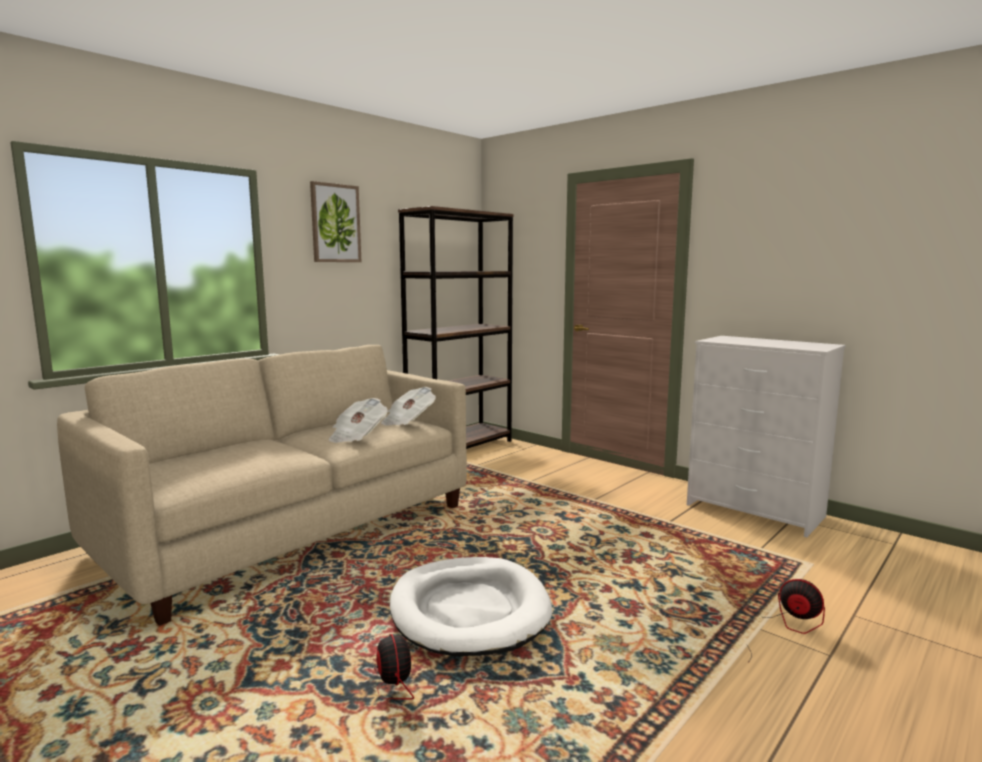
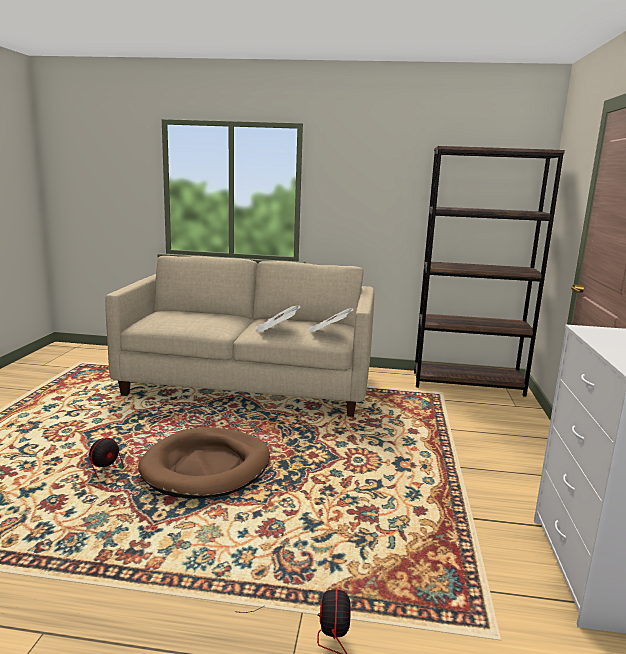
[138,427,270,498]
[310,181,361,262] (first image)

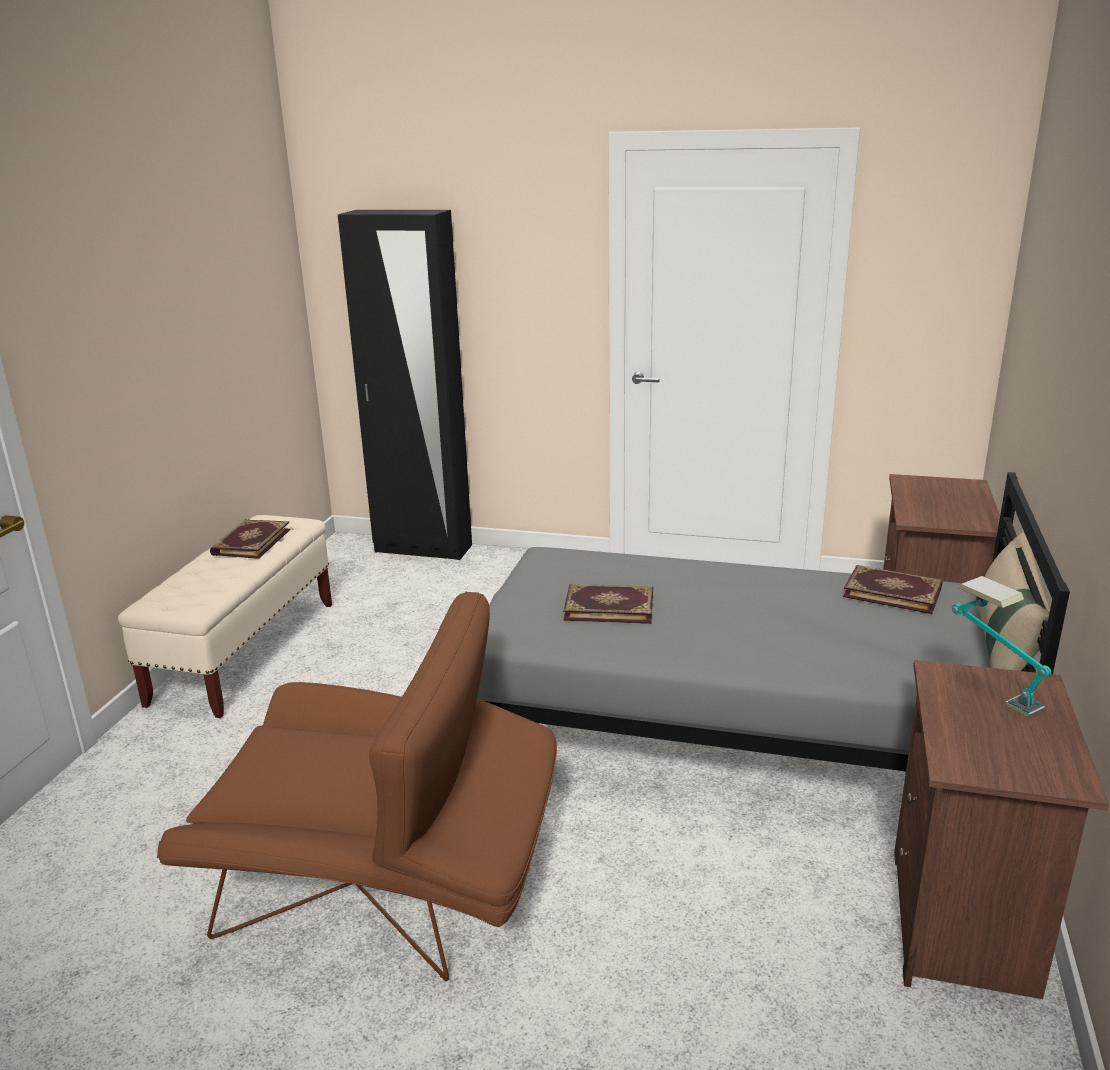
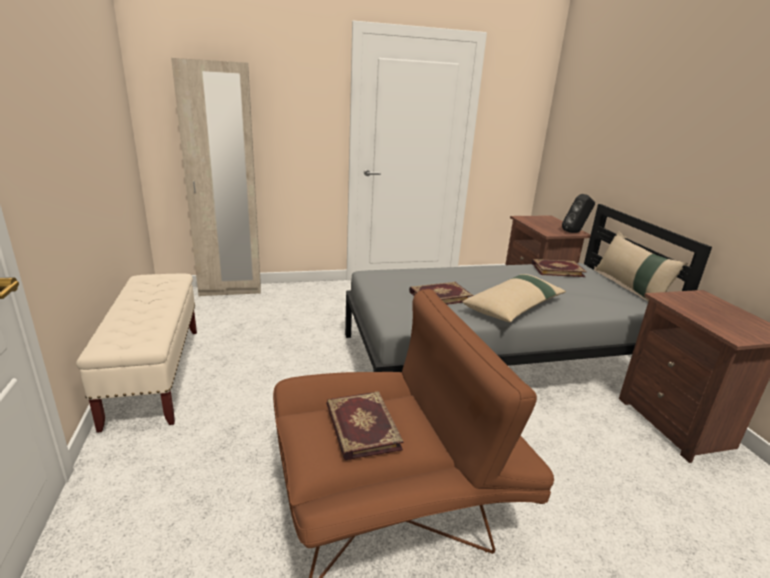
[171,58,261,296]
[326,391,404,460]
[462,274,566,322]
[562,194,595,233]
[952,576,1051,717] (first image)

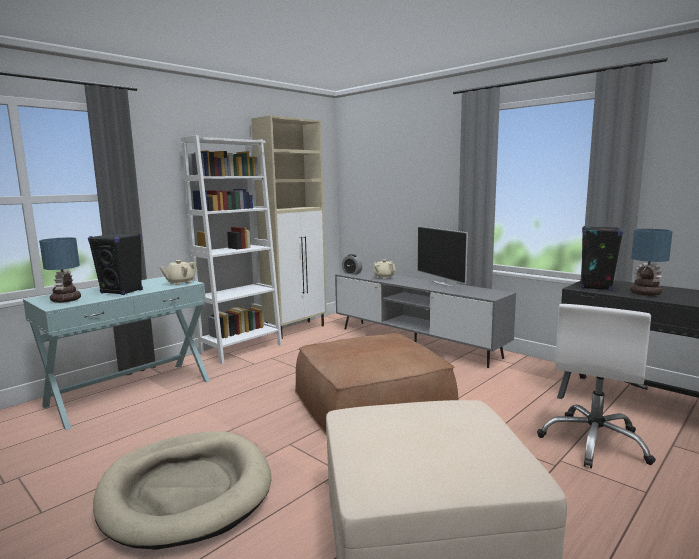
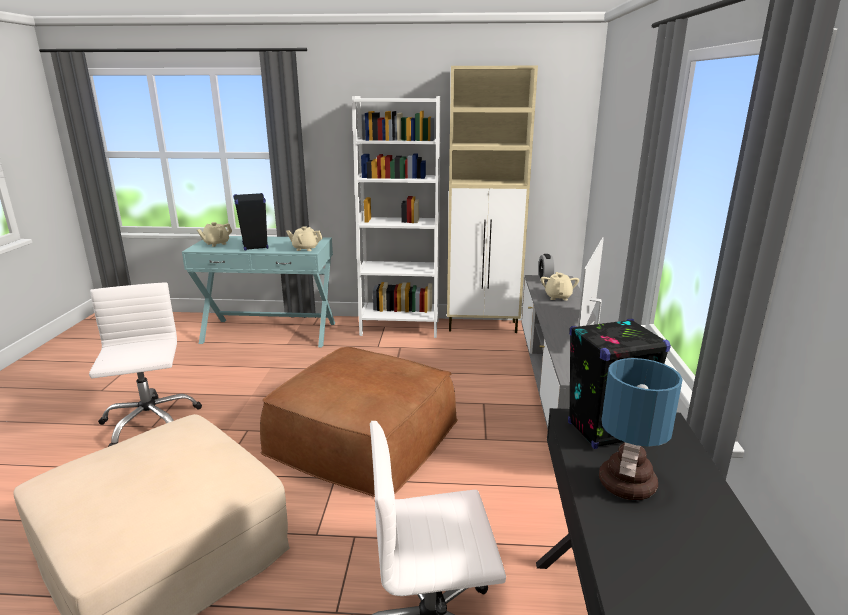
[89,282,202,447]
[197,222,232,247]

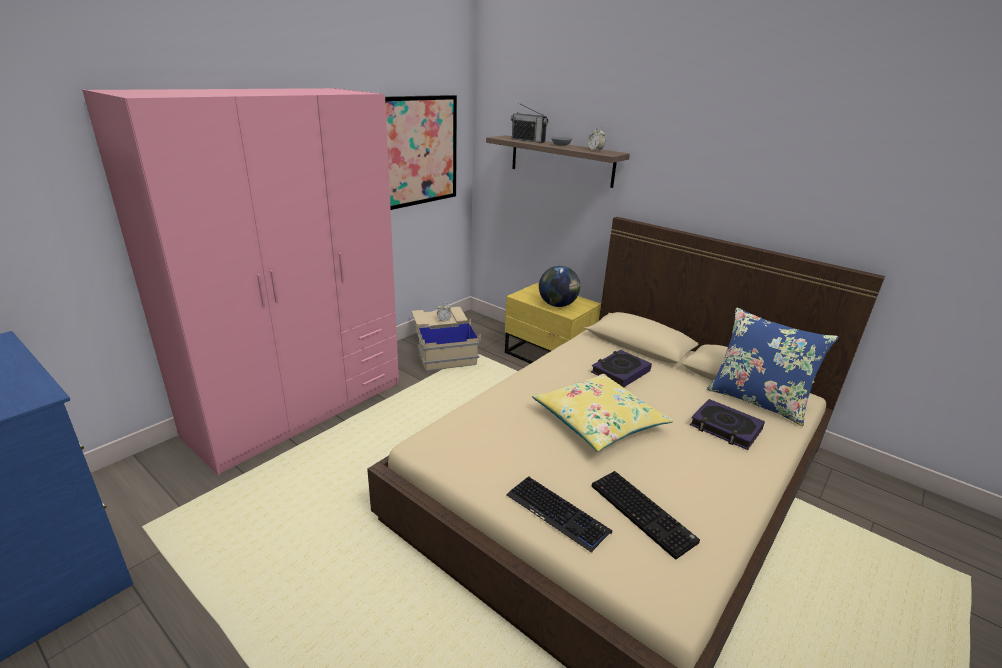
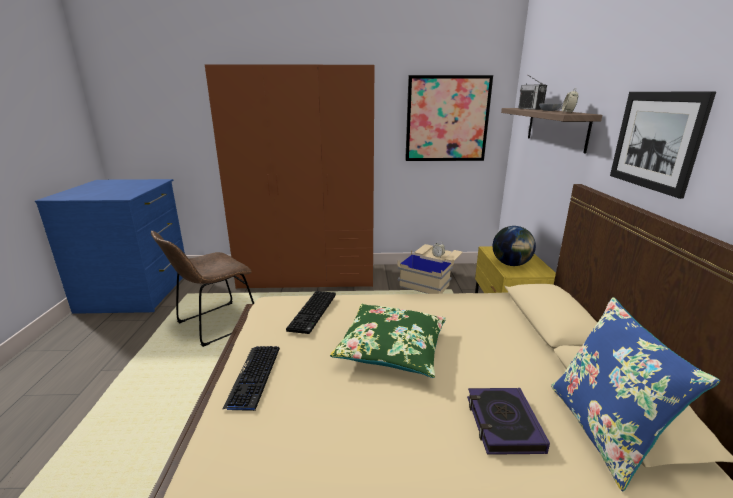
[151,231,254,347]
[205,64,374,289]
[286,291,336,334]
[330,304,446,378]
[610,92,716,199]
[591,350,652,387] (first image)

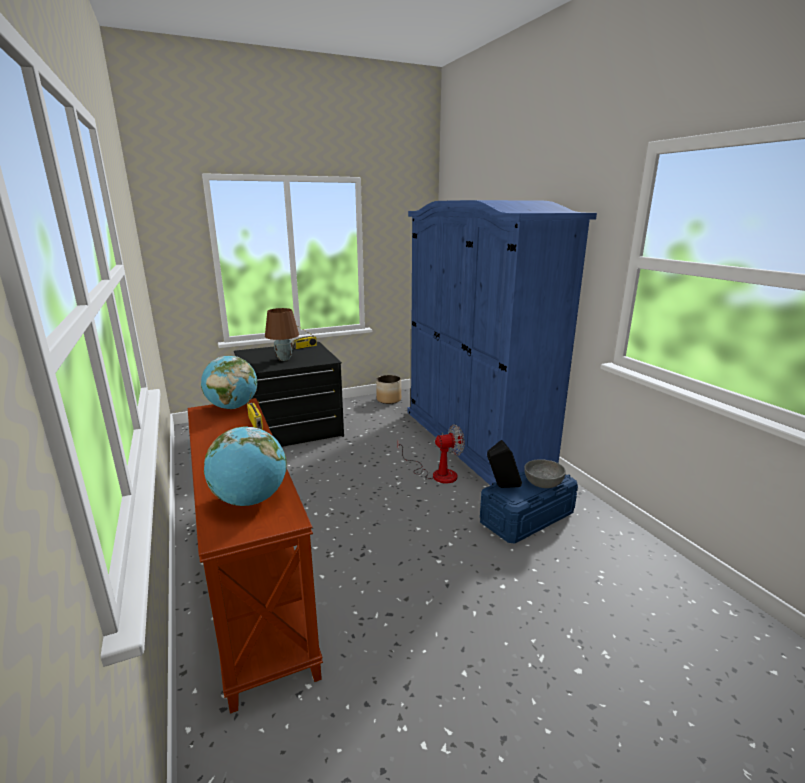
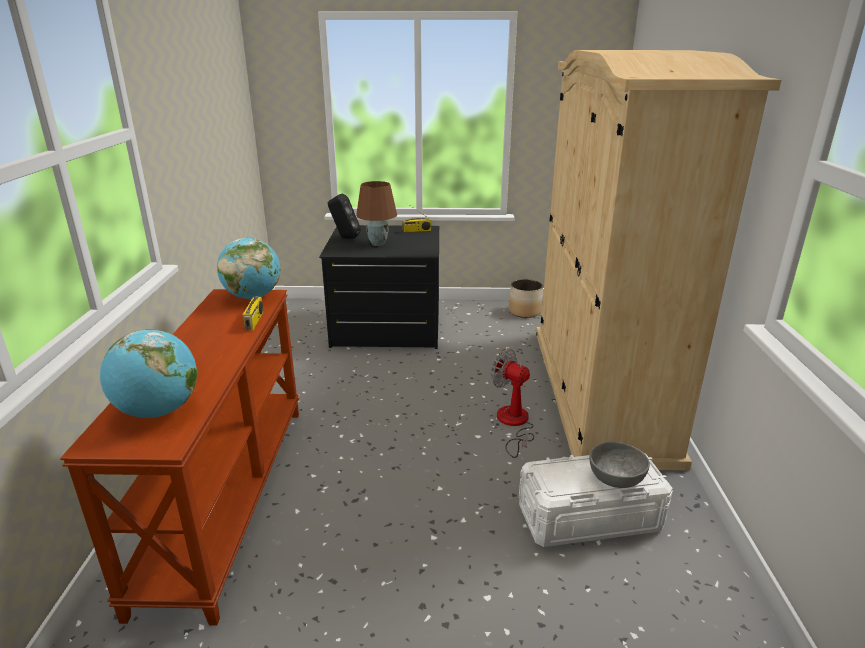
[328,193,361,238]
[491,349,534,458]
[519,453,673,547]
[536,50,782,471]

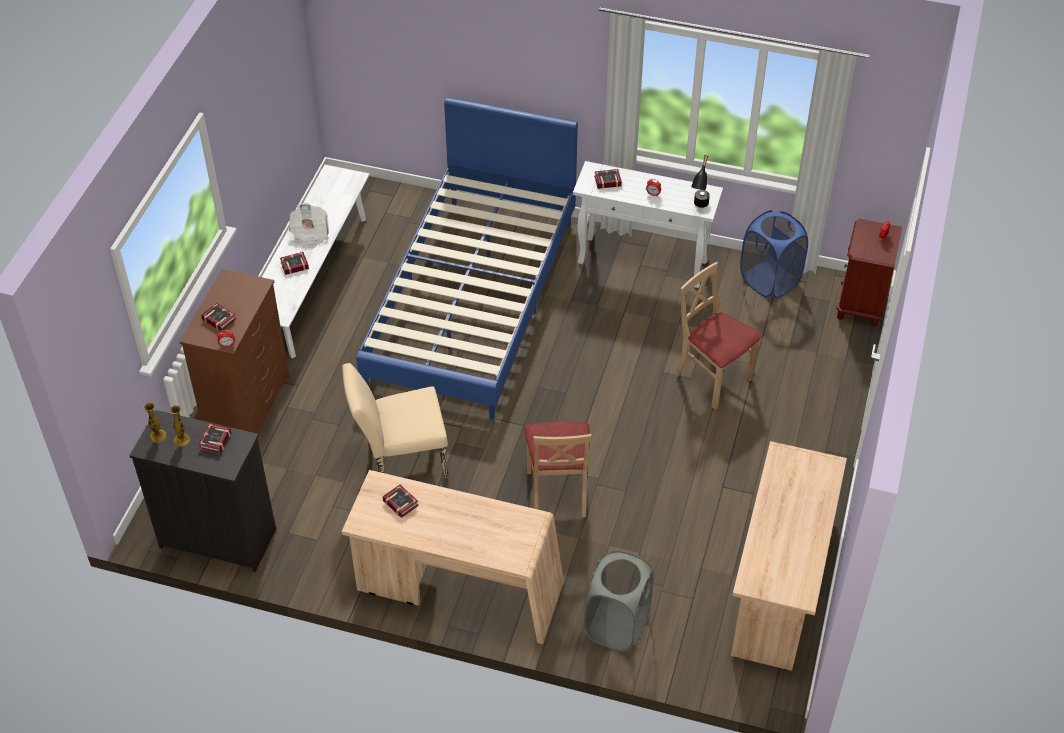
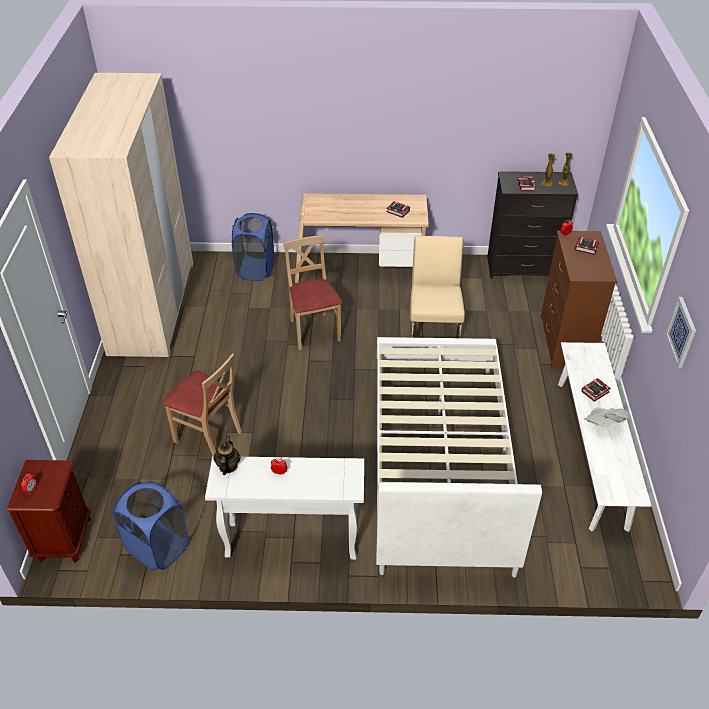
[49,73,193,357]
[213,436,241,475]
[232,213,274,281]
[376,337,542,578]
[410,236,465,338]
[666,297,696,368]
[594,169,622,189] (first image)

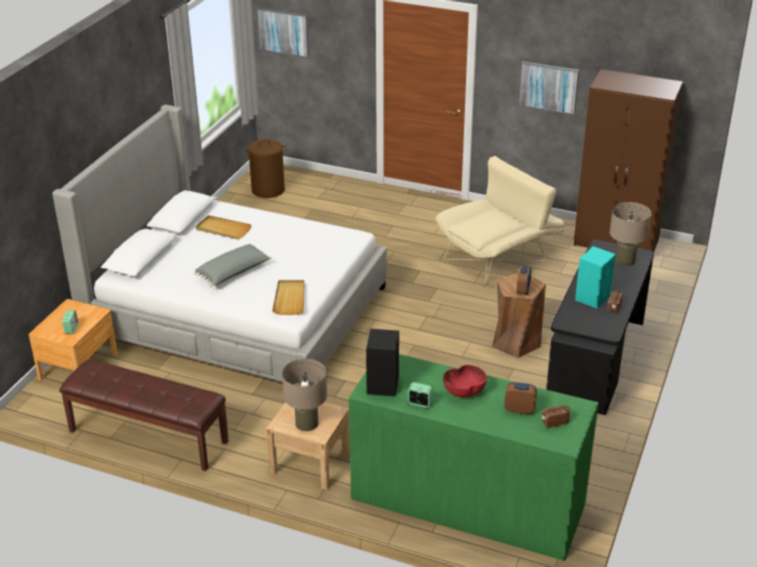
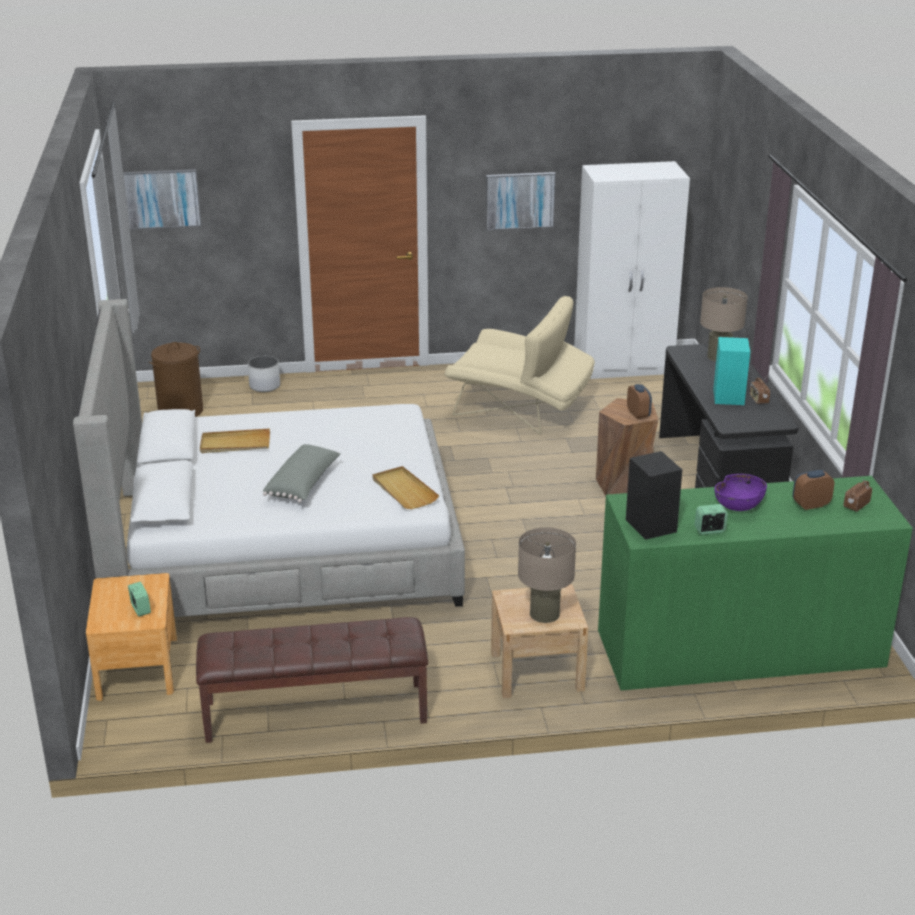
[248,356,280,392]
[445,296,595,435]
[574,161,690,379]
[715,474,767,511]

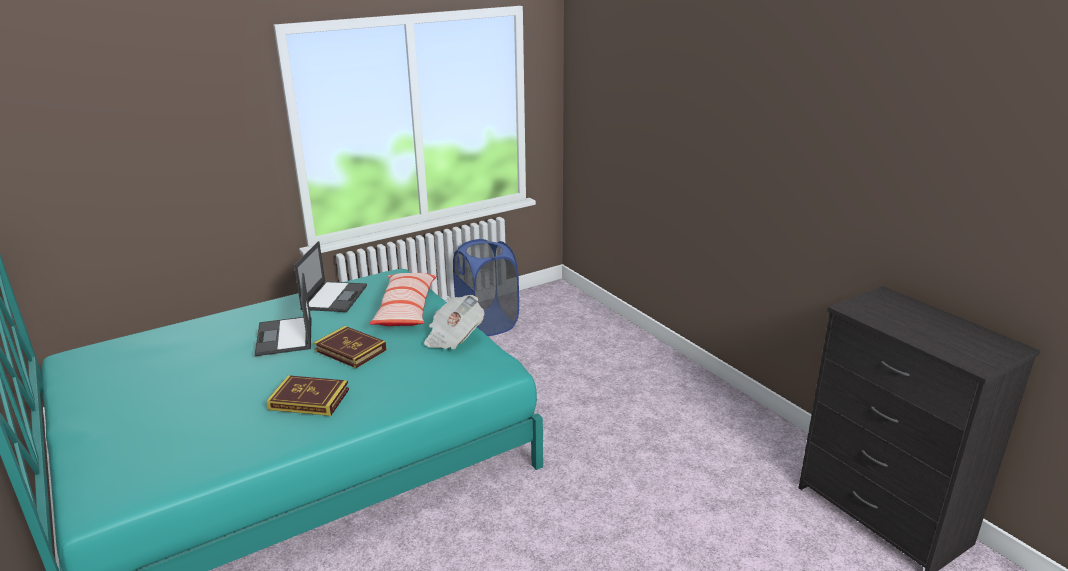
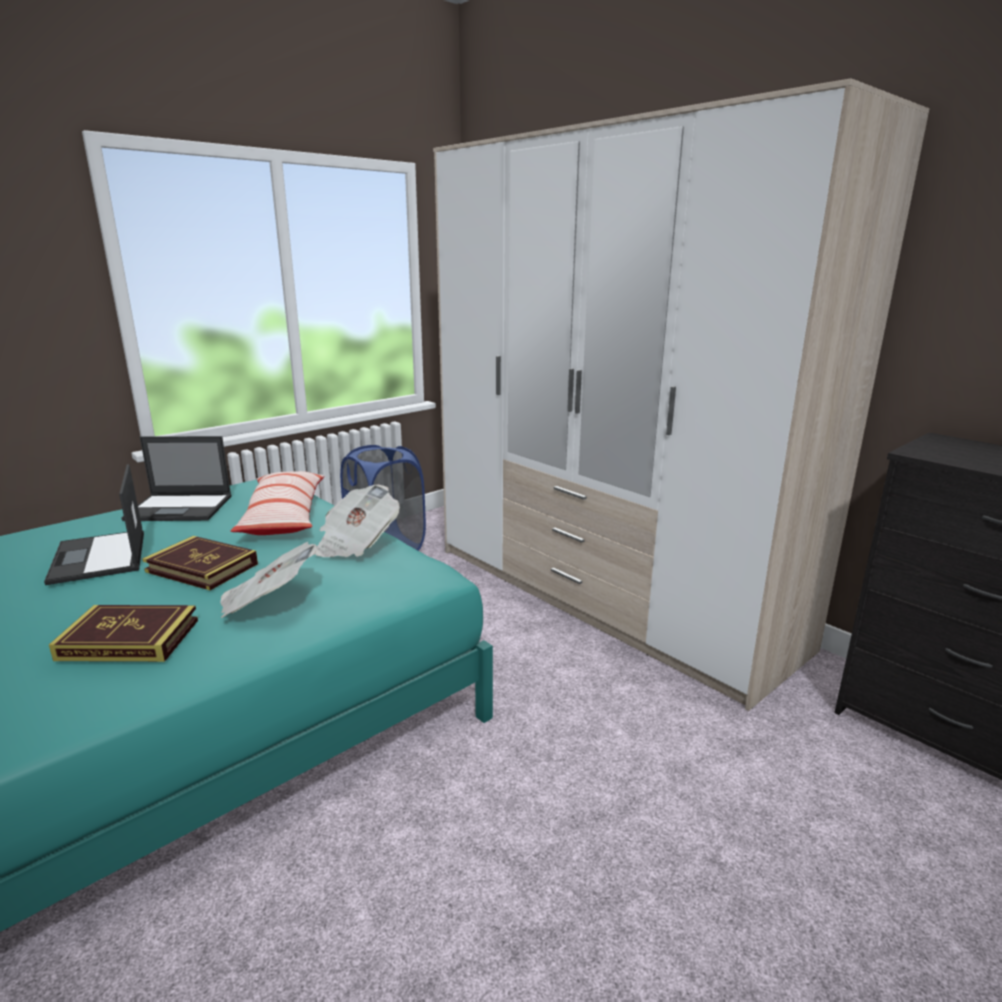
[121,436,232,521]
[221,542,317,618]
[433,78,929,711]

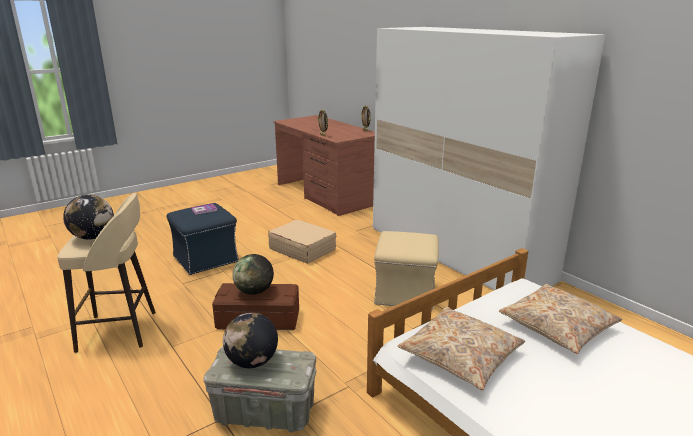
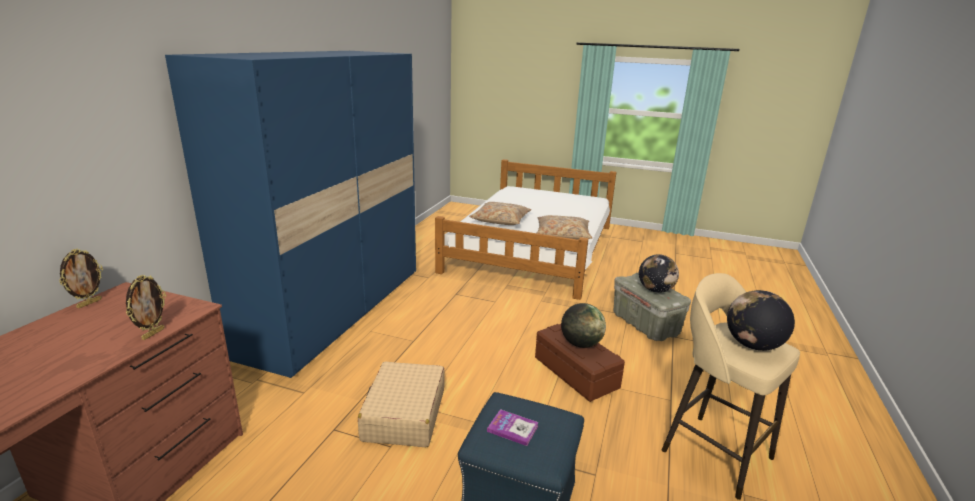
[165,51,416,378]
[374,231,439,310] (first image)

